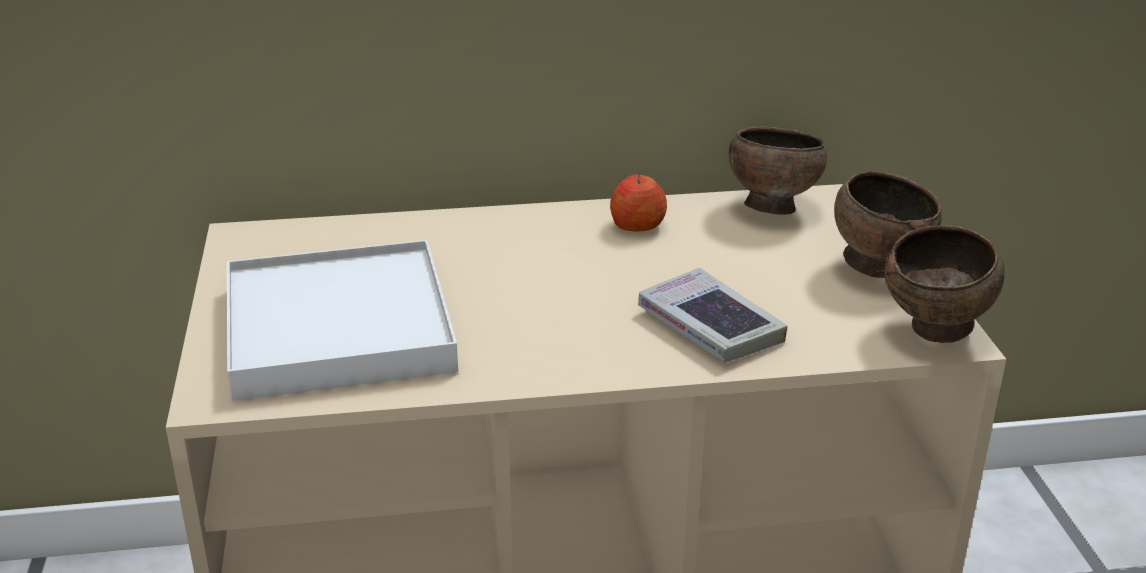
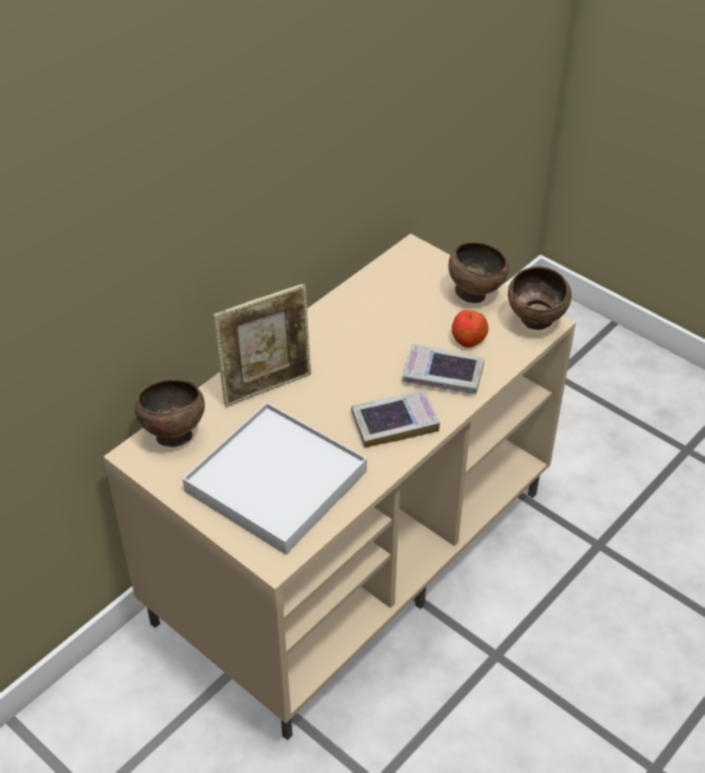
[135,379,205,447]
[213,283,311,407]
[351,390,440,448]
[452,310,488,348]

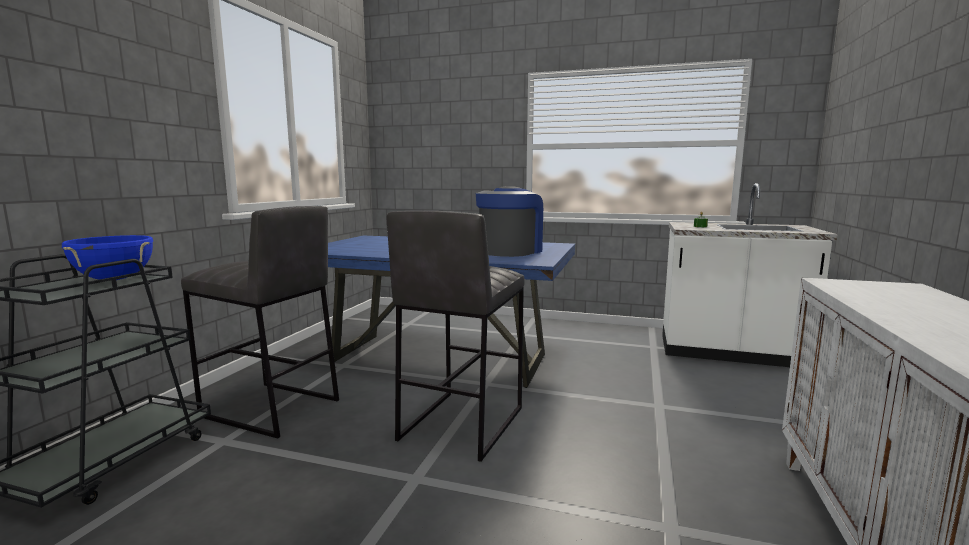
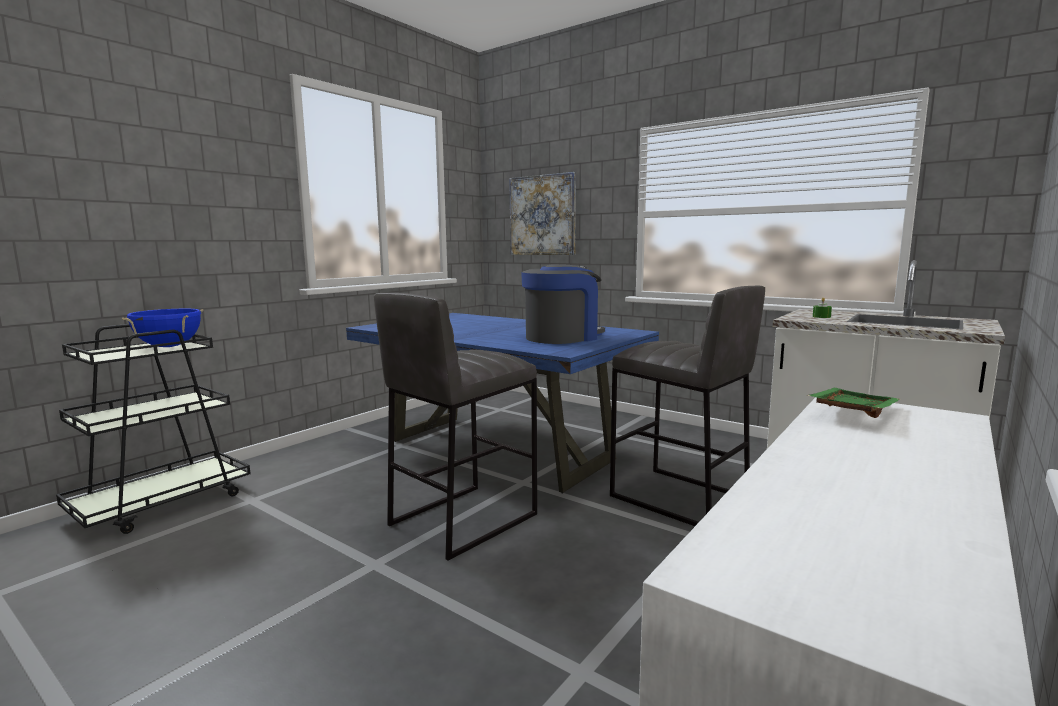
[509,172,576,255]
[610,286,765,526]
[806,388,900,418]

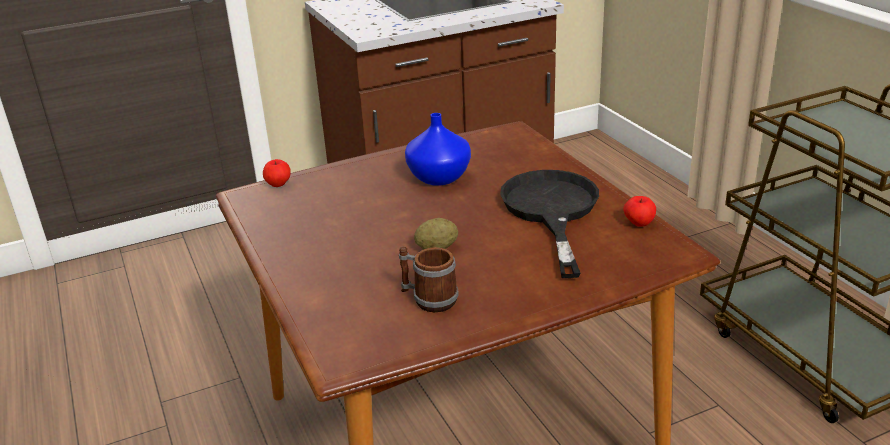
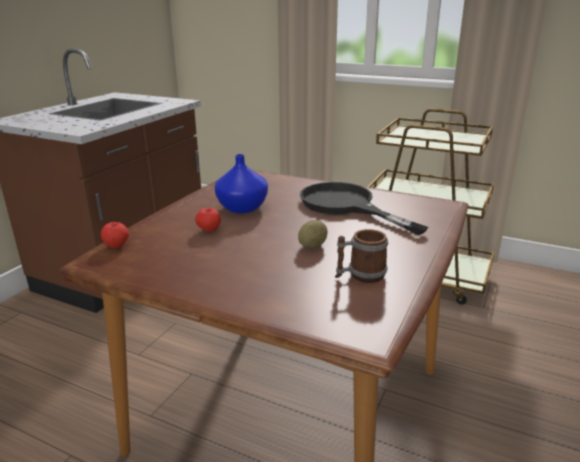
[195,208,221,232]

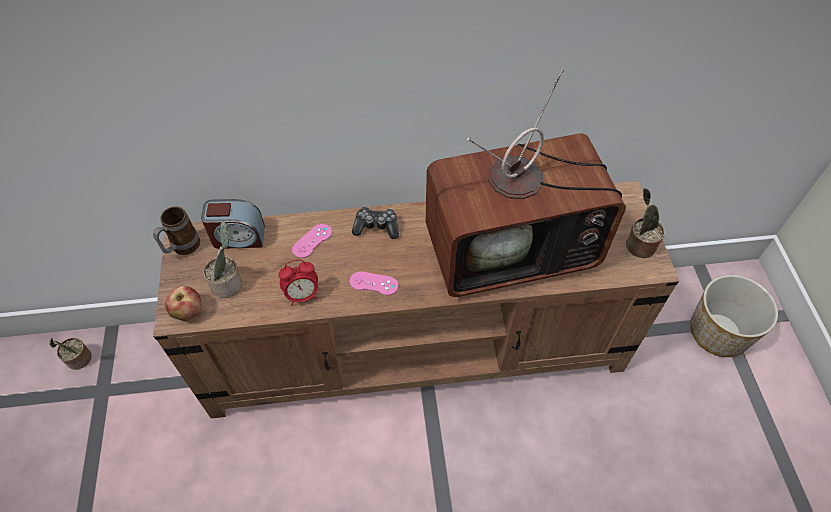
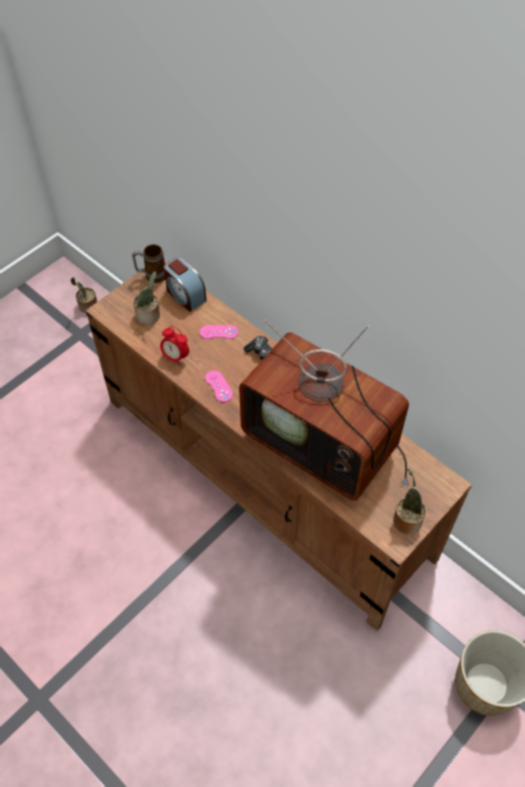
[165,286,201,321] (first image)

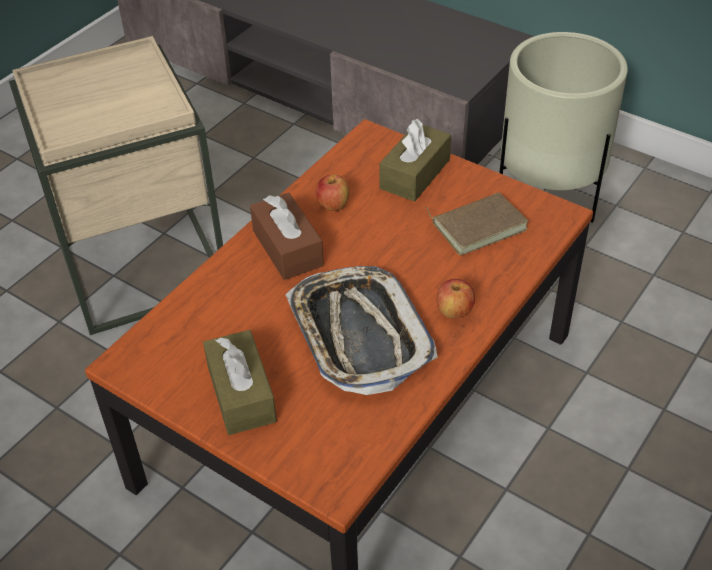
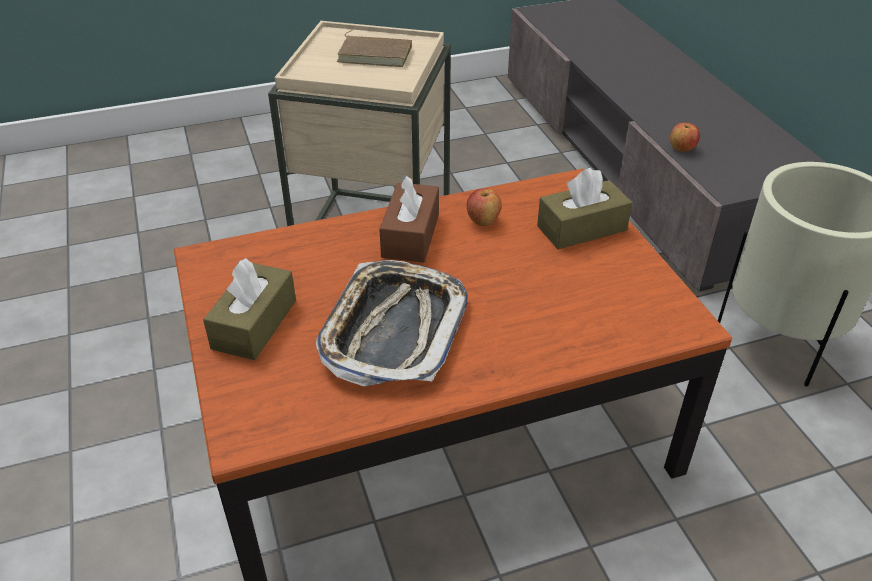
[337,31,412,67]
[670,122,700,152]

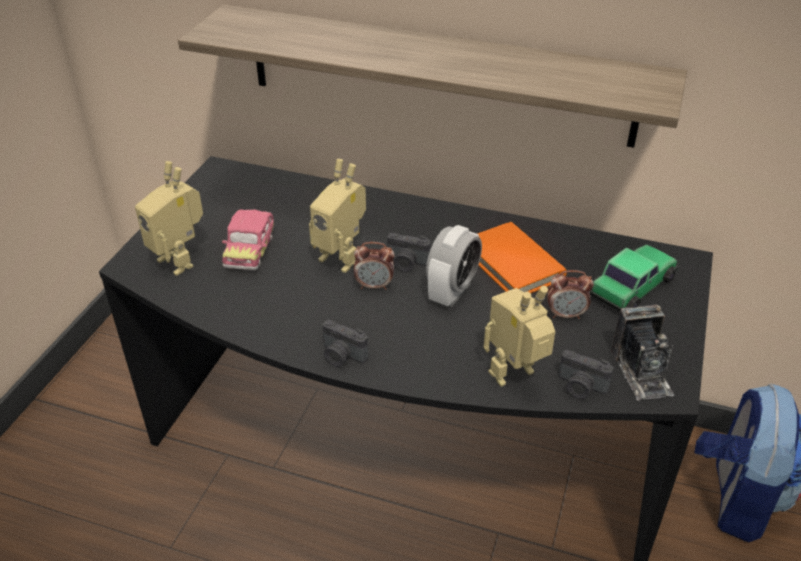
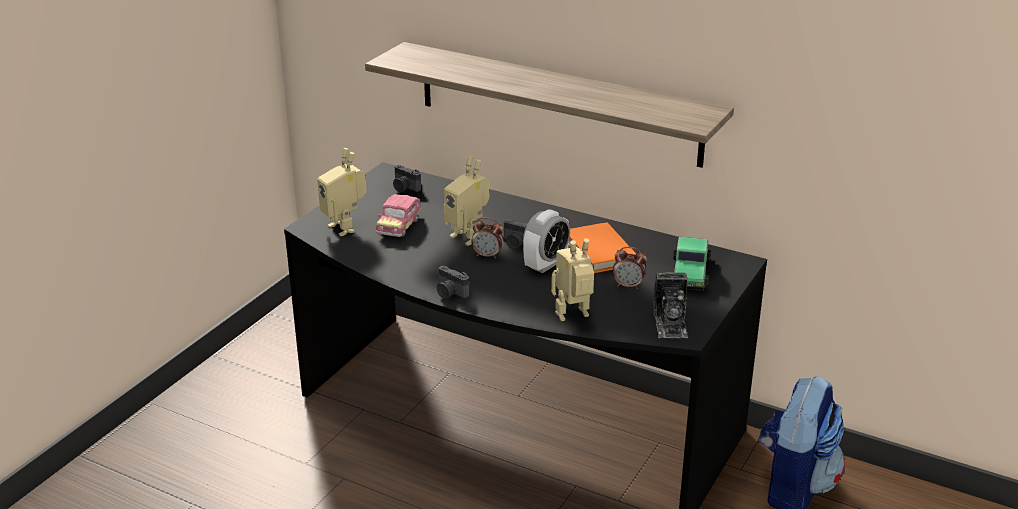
[393,165,421,192]
[673,237,711,290]

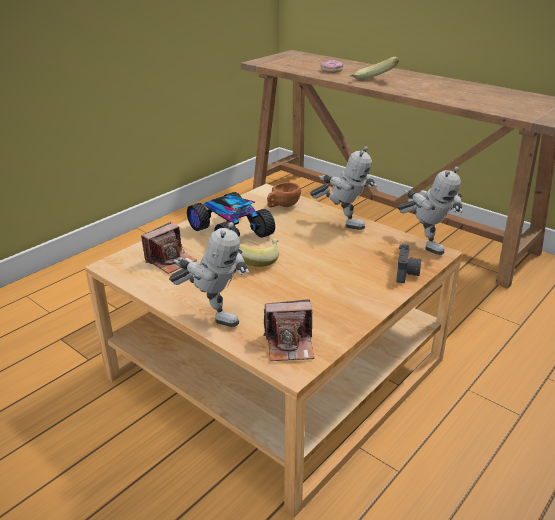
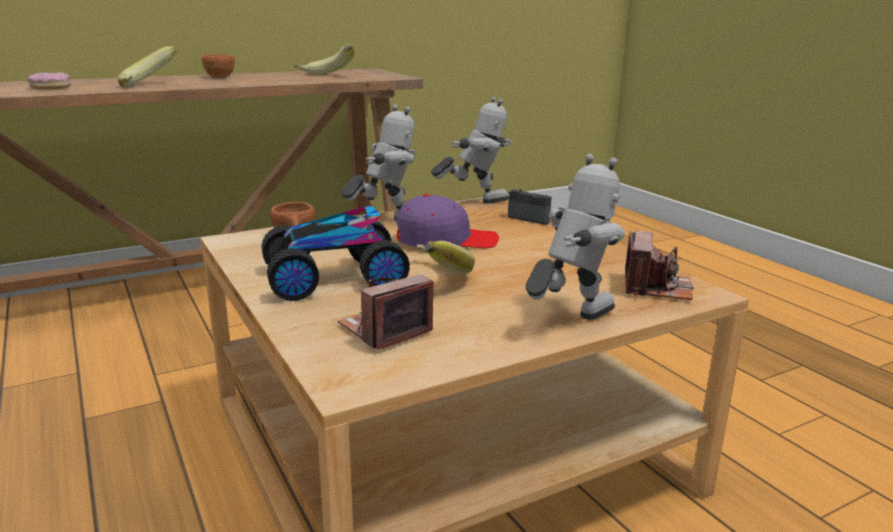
[201,54,235,78]
[293,44,354,75]
[338,274,434,350]
[396,194,499,249]

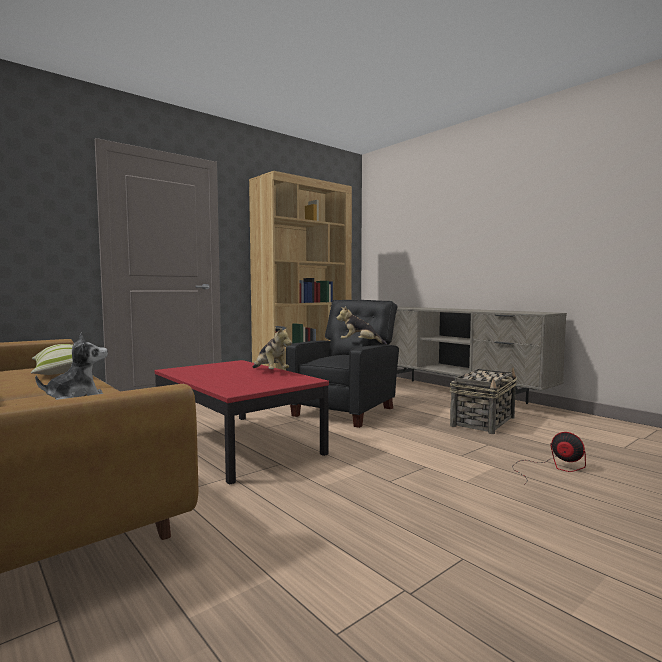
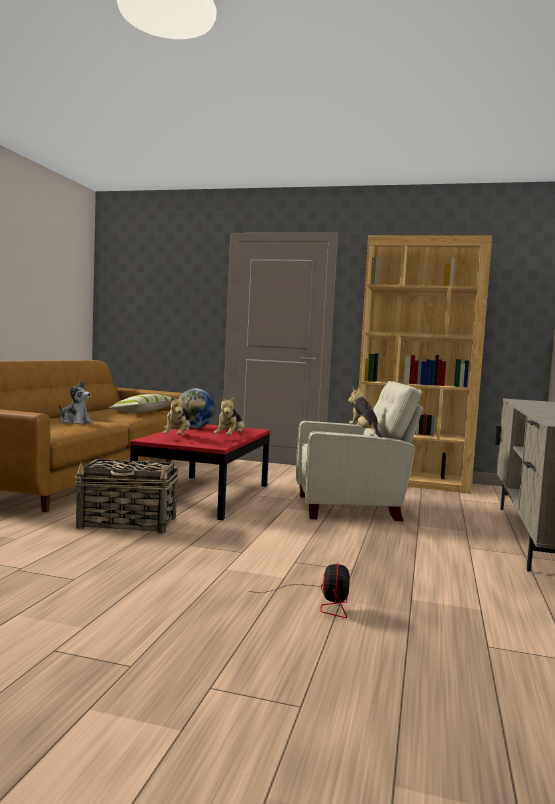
[75,459,179,534]
[163,395,190,435]
[178,388,215,428]
[296,381,423,522]

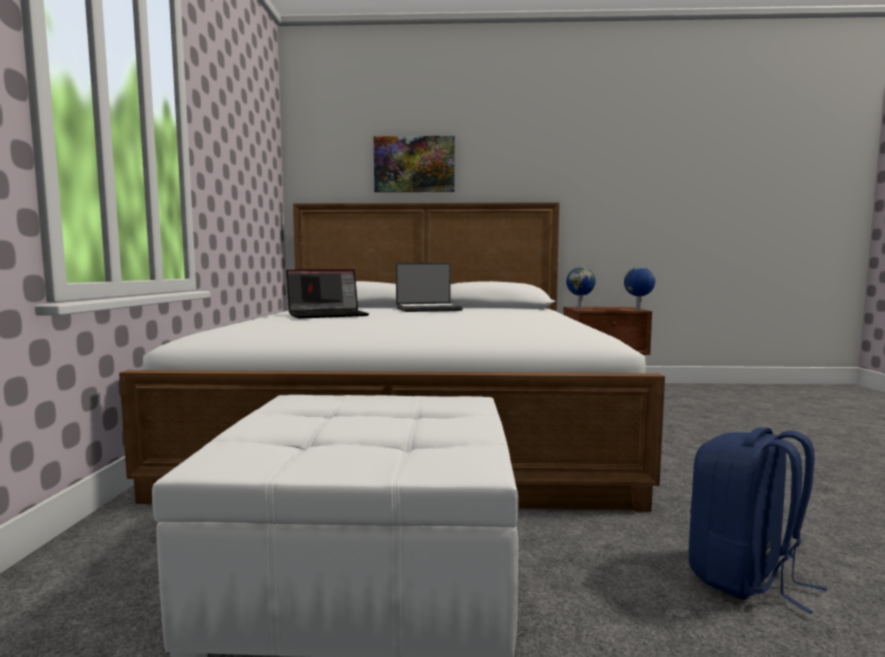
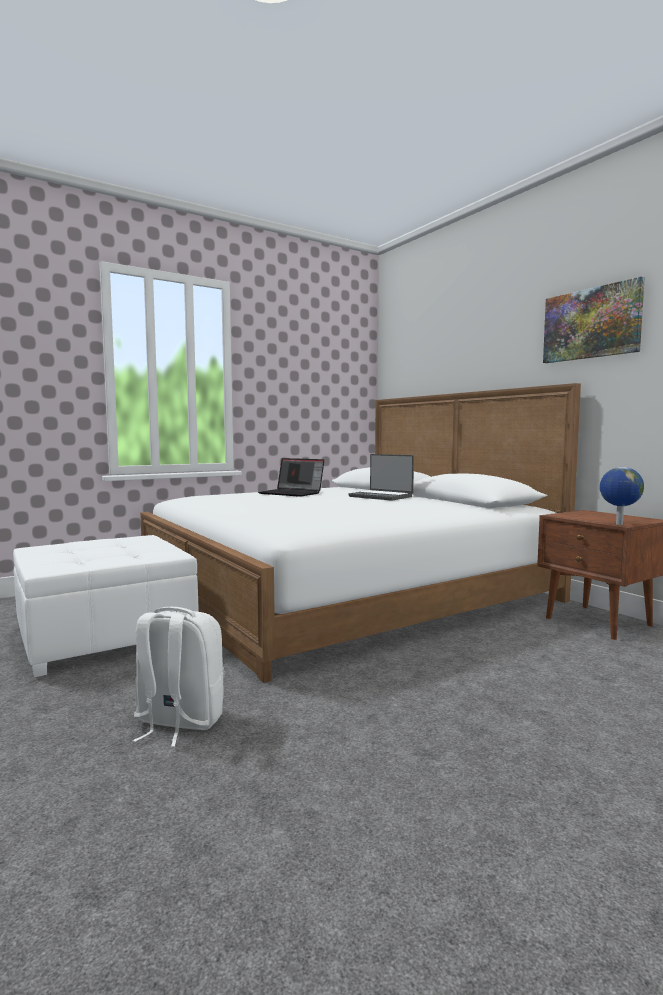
[133,607,224,747]
[543,277,645,363]
[566,267,596,309] (first image)

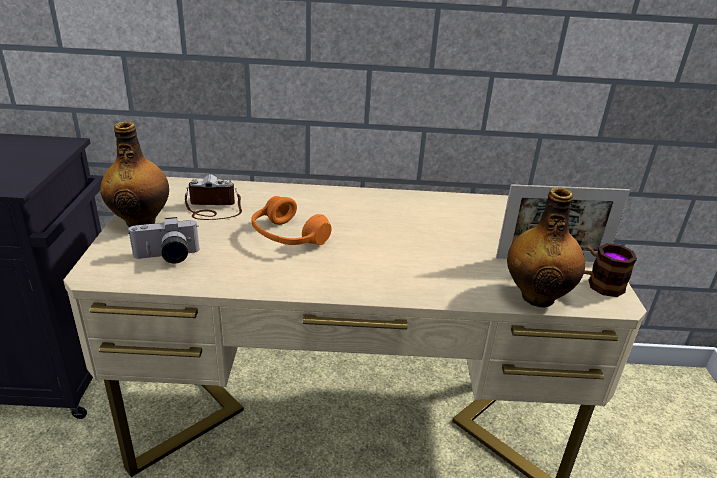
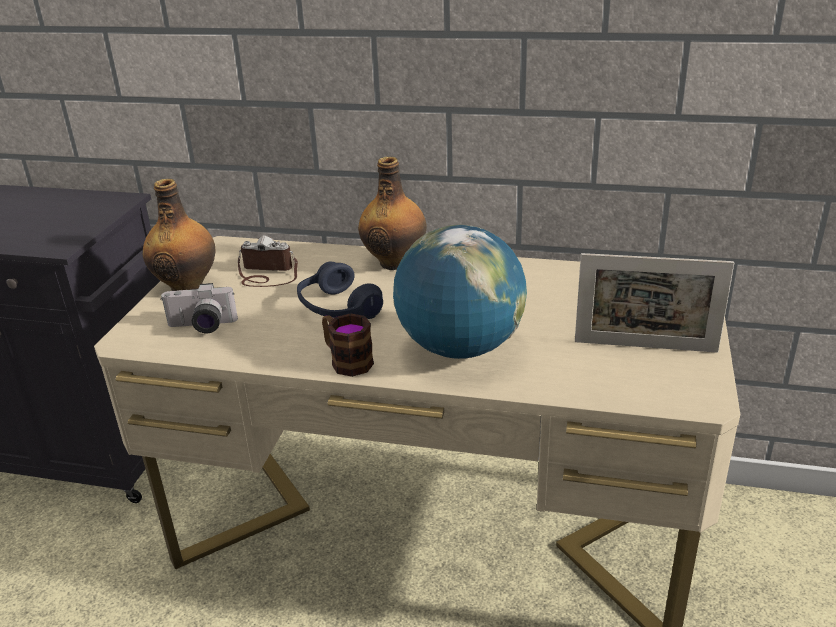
[297,261,383,319]
[322,313,374,377]
[358,157,426,270]
[393,225,527,359]

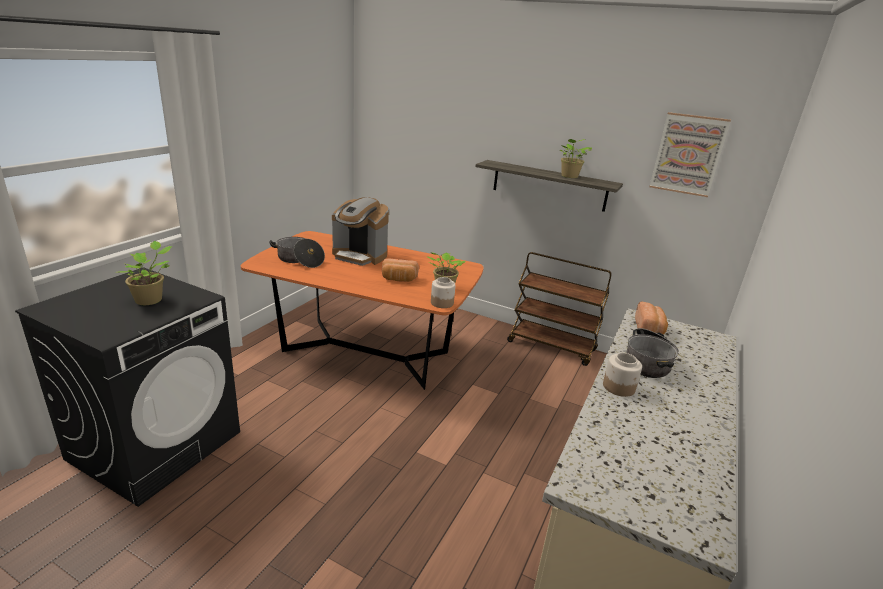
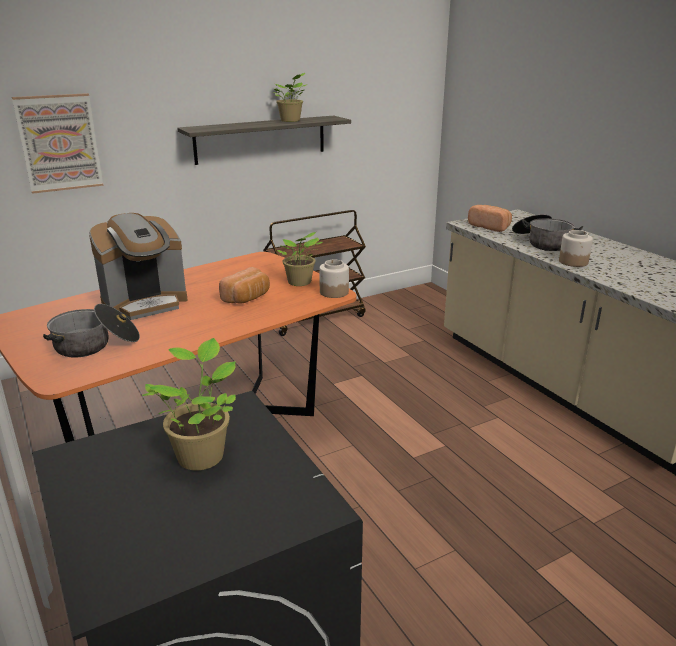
[12,93,104,194]

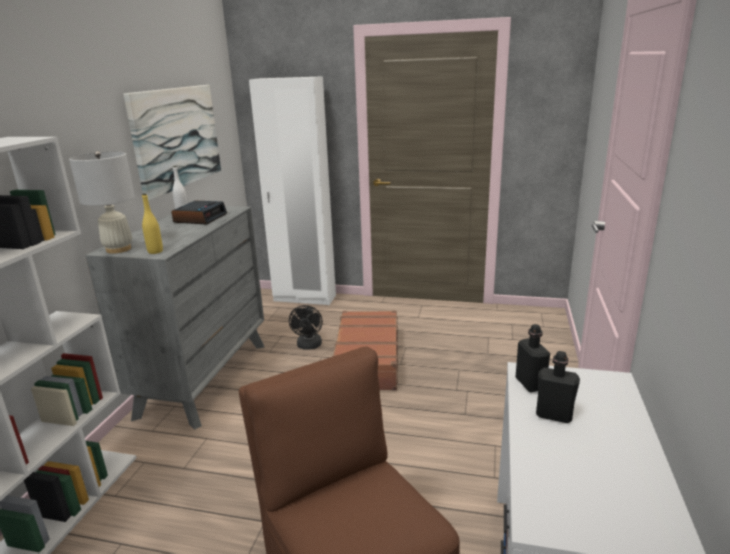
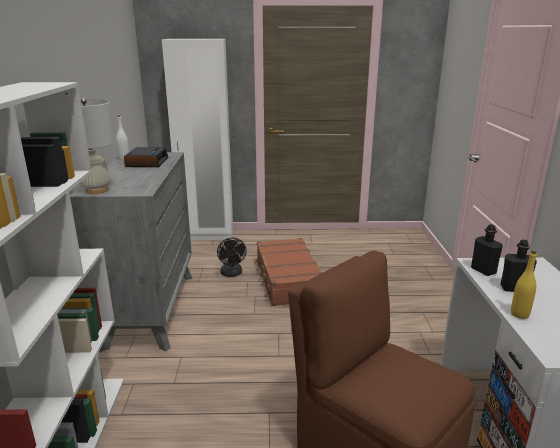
[511,251,537,319]
[123,85,221,201] (first image)

